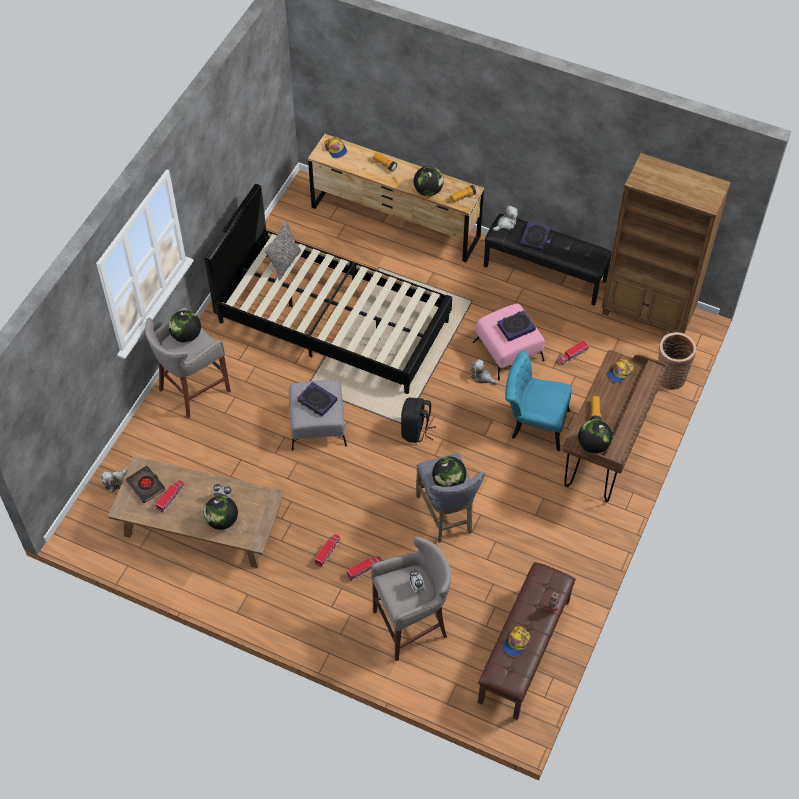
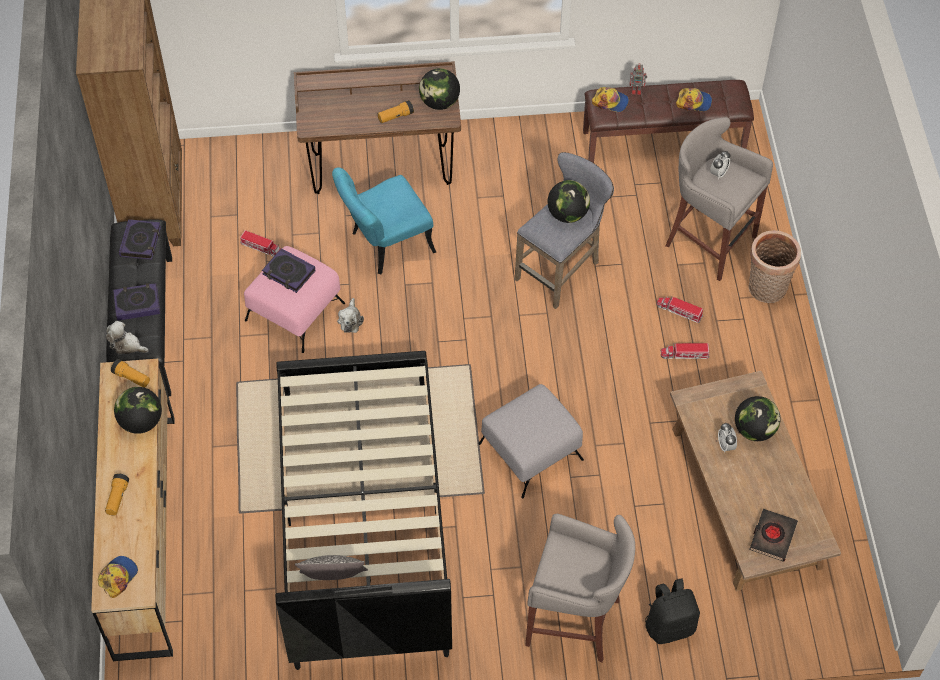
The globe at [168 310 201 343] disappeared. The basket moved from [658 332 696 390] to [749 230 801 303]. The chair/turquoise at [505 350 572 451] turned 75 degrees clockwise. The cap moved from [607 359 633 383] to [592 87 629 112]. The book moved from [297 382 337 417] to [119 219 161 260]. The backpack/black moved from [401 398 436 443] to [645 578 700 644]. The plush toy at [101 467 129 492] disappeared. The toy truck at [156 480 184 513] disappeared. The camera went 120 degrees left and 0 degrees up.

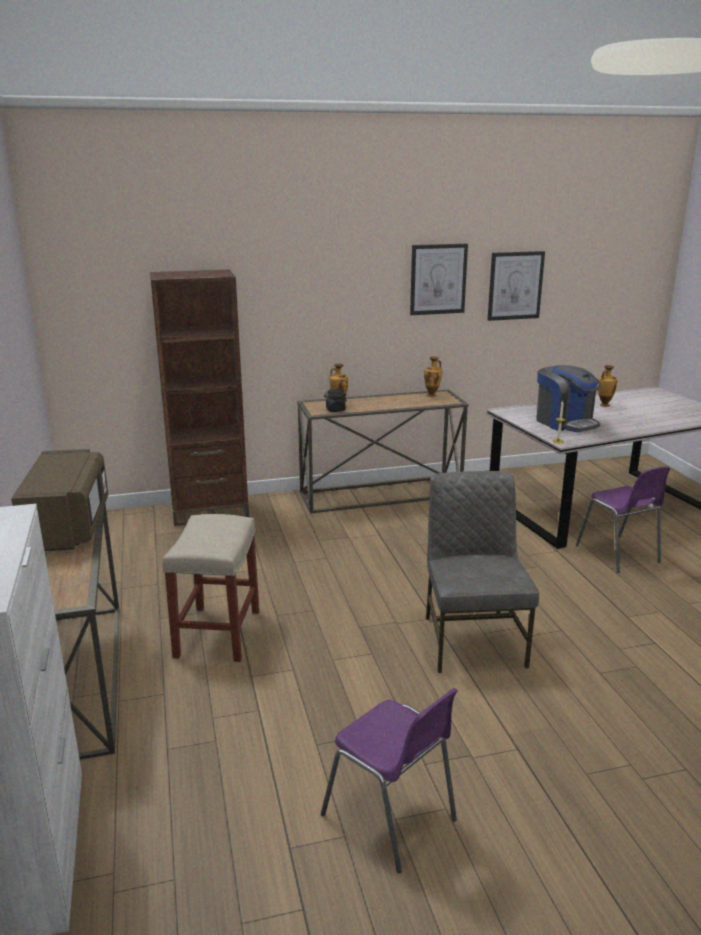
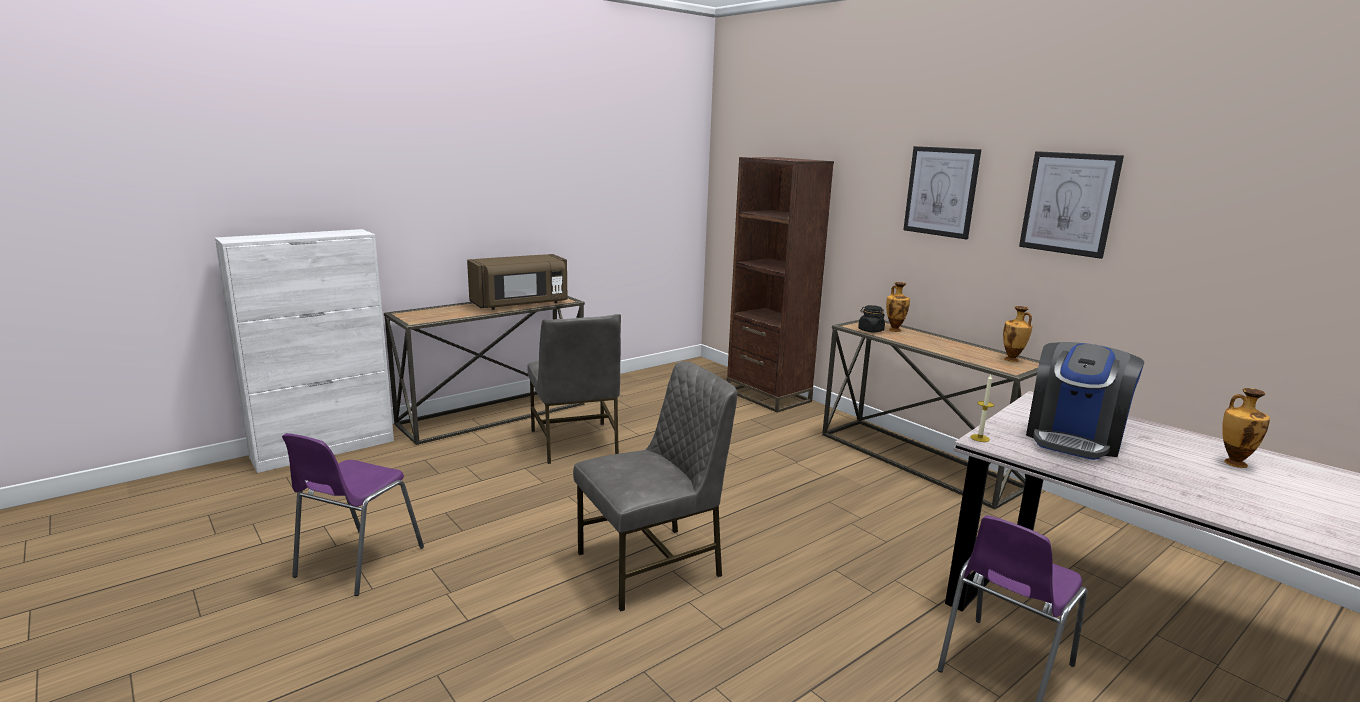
The picture moved from [488 251 545 321] to [903 146 981 239]. The stool/beige at [162 514 260 662] was replaced by the chair/grey at [528 314 621 464]. The camera went 65 degrees right and 5 degrees down.

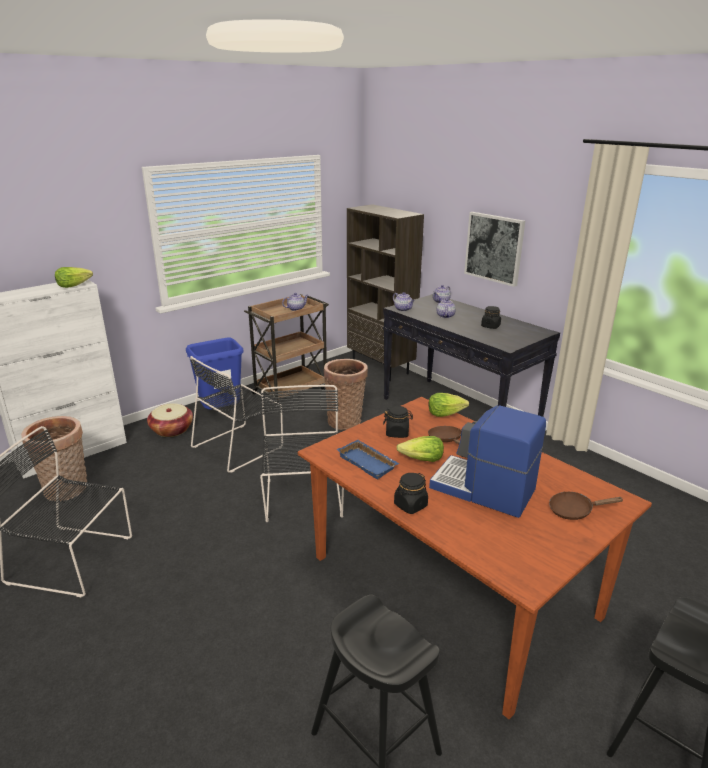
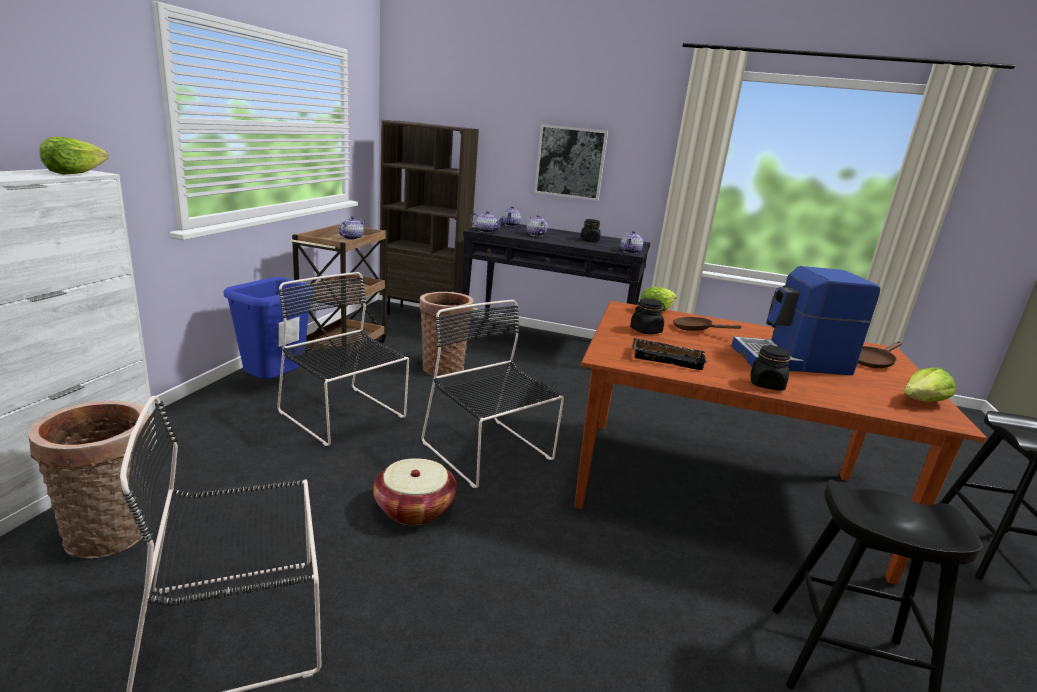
The chair/black at [190 356 283 473] turned 120 degrees clockwise. The basket moved from [147 403 193 437] to [373 458 457 526]. The lettuce moved from [396 436 444 462] to [903 368 956 402]. The tray/blue at [336 440 399 479] became the tray/black at [632 338 707 370]. The teapot at [620 230 643 254] appeared. The camera went 35 degrees left and 5 degrees down.

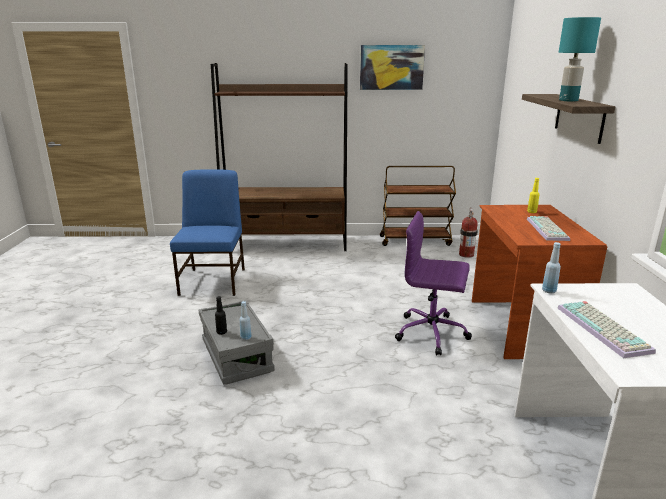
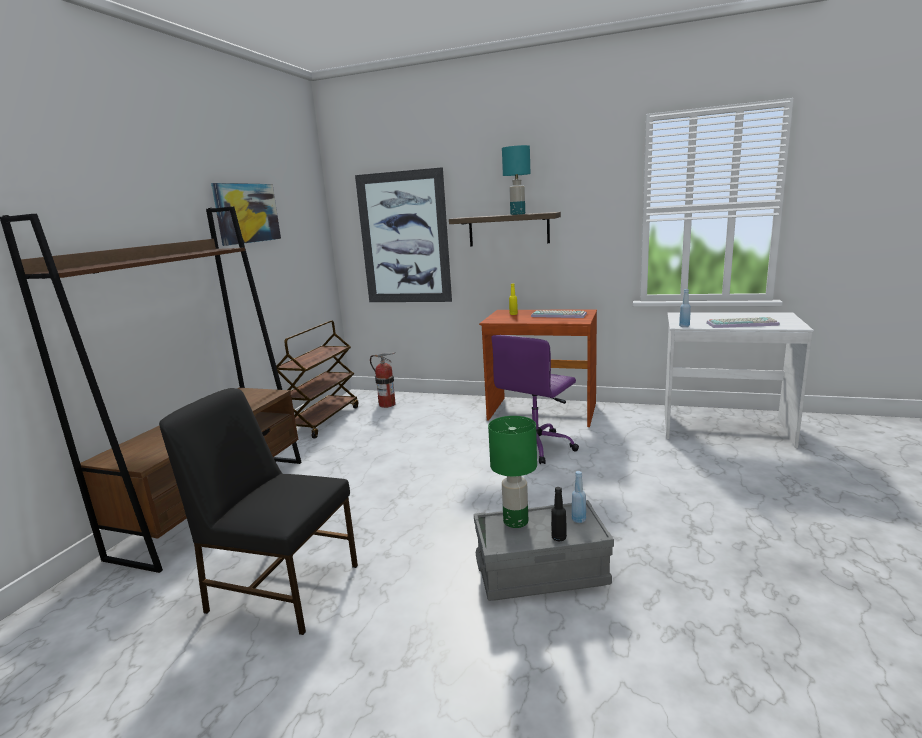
The chair/blue at [170 170 245 296] became the chair/black at [159 388 358 635]. The picture at [355 167 452 302] appeared. The table lamp/green at [488 416 537 528] appeared. The camera went 70 degrees left and 5 degrees down.

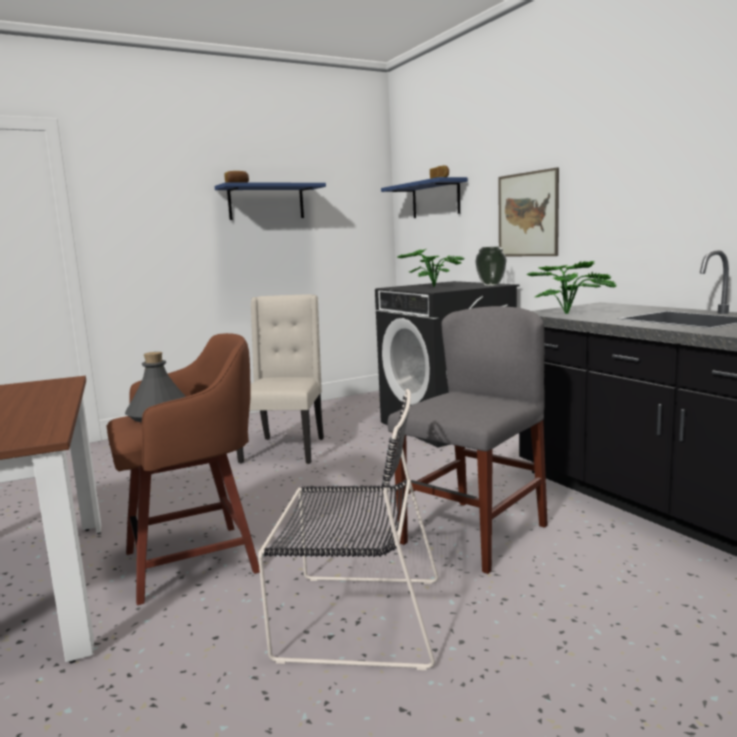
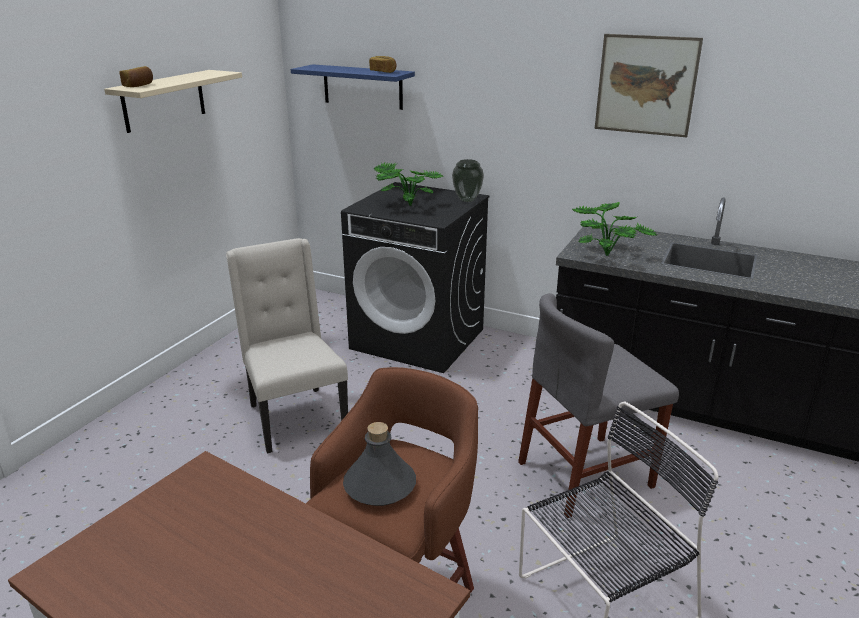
The picture moved from [498 167 559 256] to [595 34 703 137]. The shelf/blue at [215 182 326 220] became the shelf/beige at [104 70 242 133]. The chair/grey at [388 306 548 574] turned 120 degrees counterclockwise. The camera went 35 degrees left and 15 degrees up.

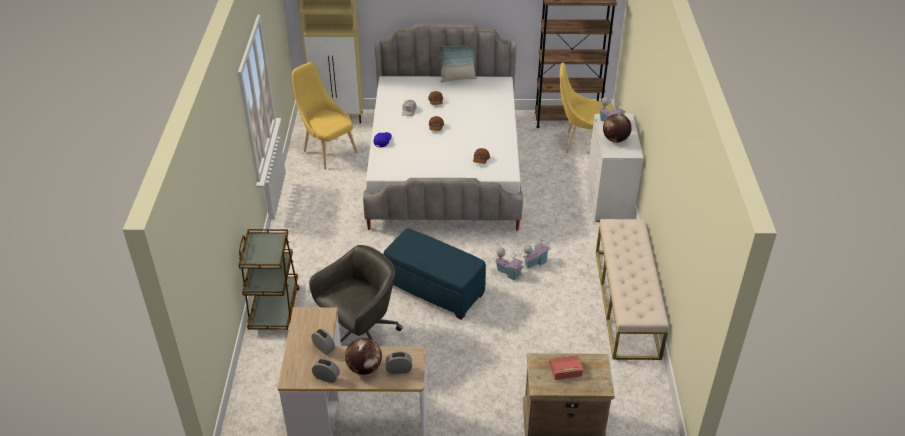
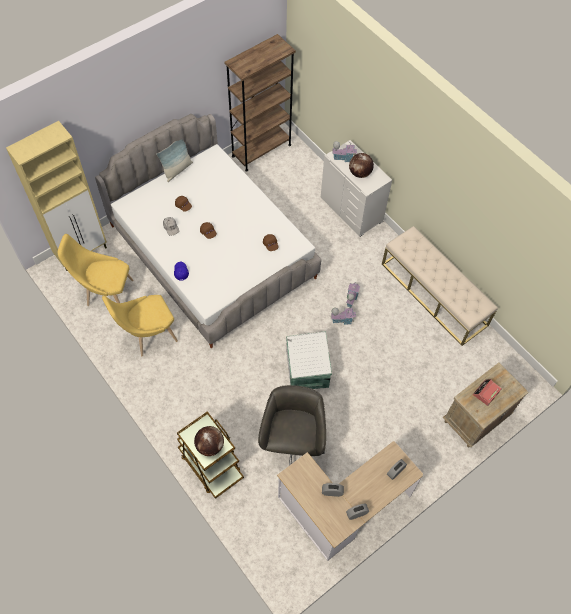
The chair/yellow moved from [560 63 613 153] to [102 295 178 356]. The ottoman/blue at [383 229 486 320] was replaced by the storage box/white at [286 331 332 389]. The globe moved from [345 338 382 375] to [194 426 224 456]. The camera went 40 degrees left and 20 degrees up.

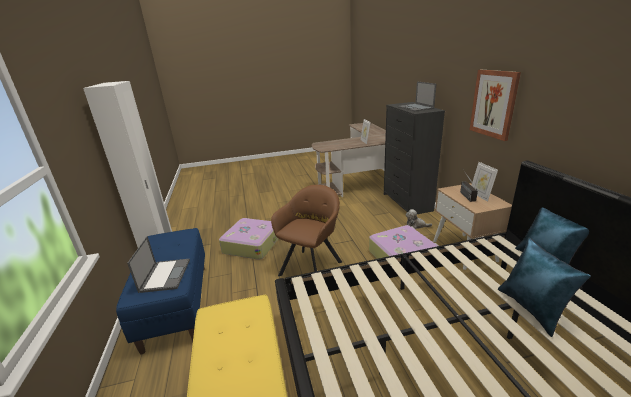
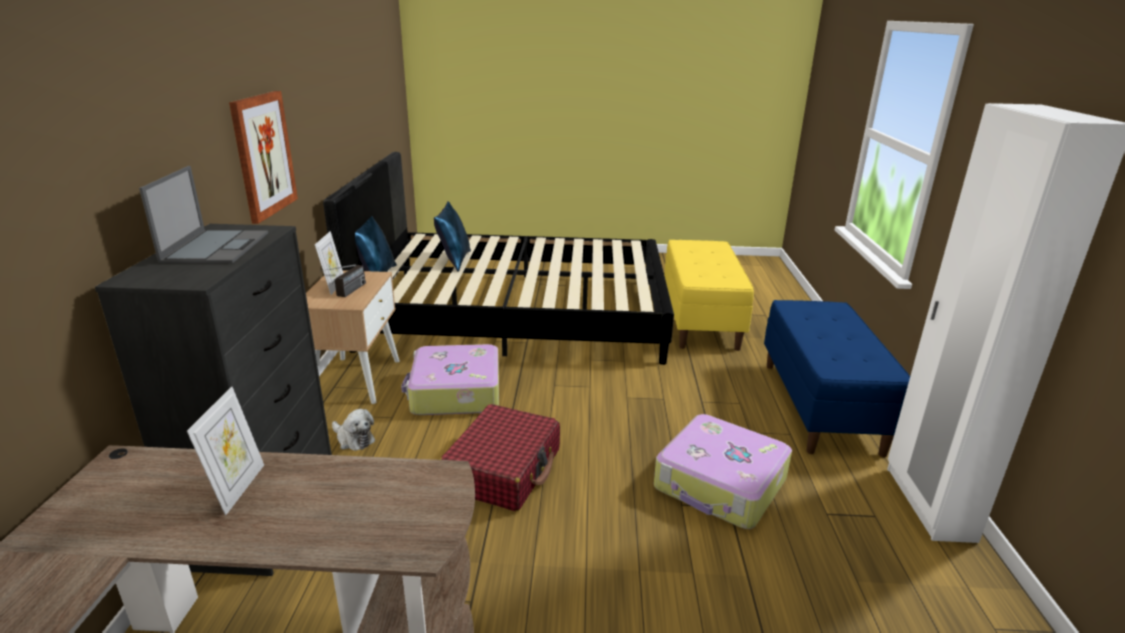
The armchair/brown at [271 185 342 276] disappeared. The laptop at [127 236 190 293] disappeared. The suitcase/red at [440 404 560 511] appeared. The camera went 165 degrees left and 0 degrees up.

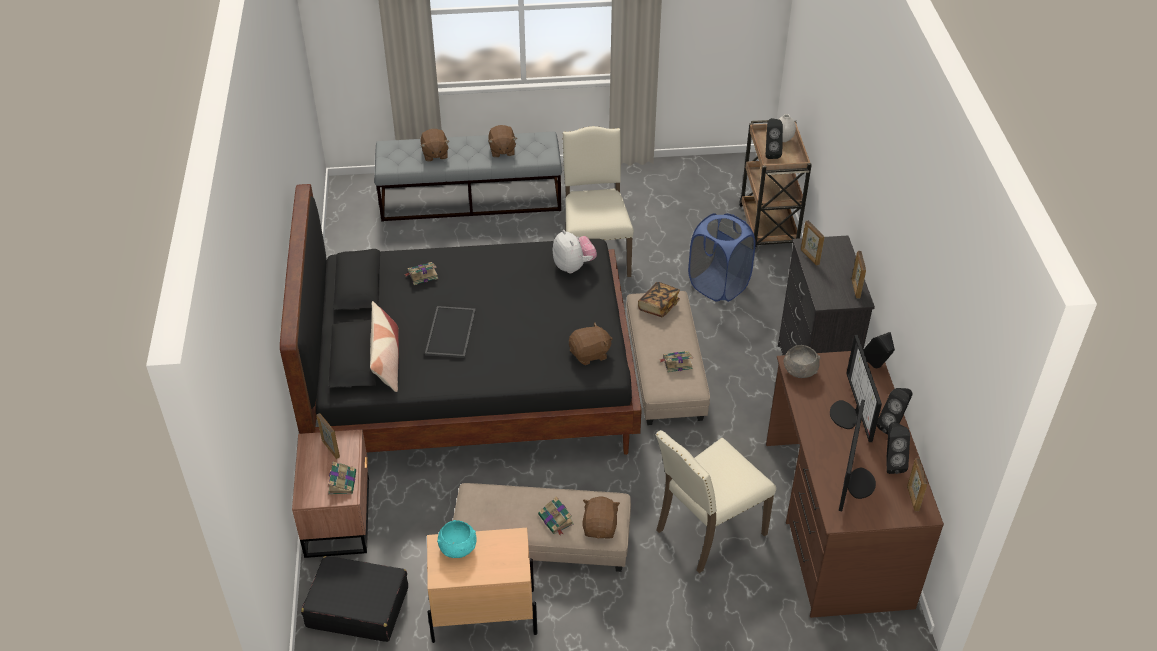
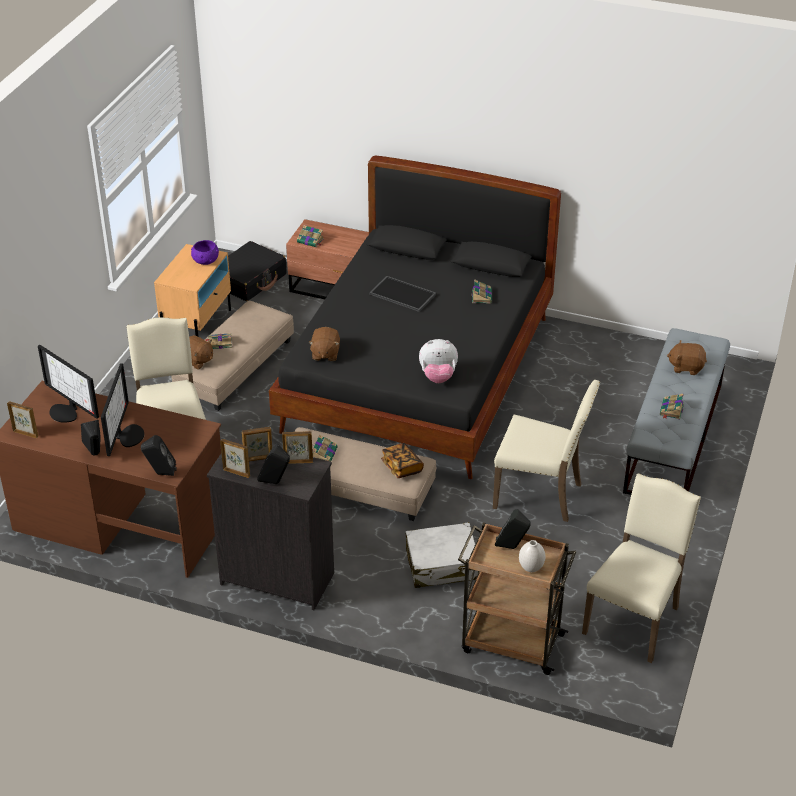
The plush toy/brown at [488 125 517 157] was replaced by the book at [660 394 684 419]. The laundry basket/blue at [688 213 756 302] was replaced by the suitcase/white at [406 522 479 588]. The pillow at [370 301 399 392] disappeared. The monitor at [830 335 882 442] turned 75 degrees clockwise. The bowl/grey at [784 345 820 378] disappeared. The picture frame moved from [316 413 340 459] to [242 427 272 461]. The speaker/black moved from [886 422 910 474] to [257 444 290 484]. The bowl/turquoise at [437 520 477 558] became the bowl/purple at [191 240 219 265]. The chair/beige at [582 474 701 663] appeared. The camera went 115 degrees right and 5 degrees down.

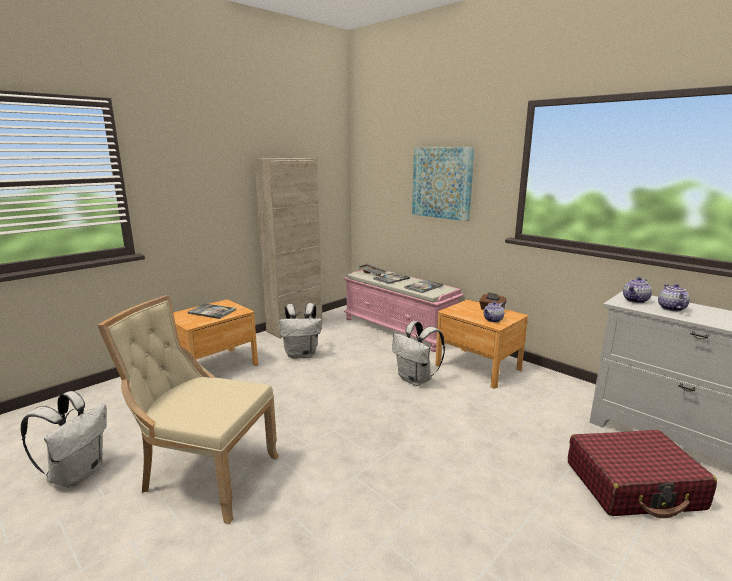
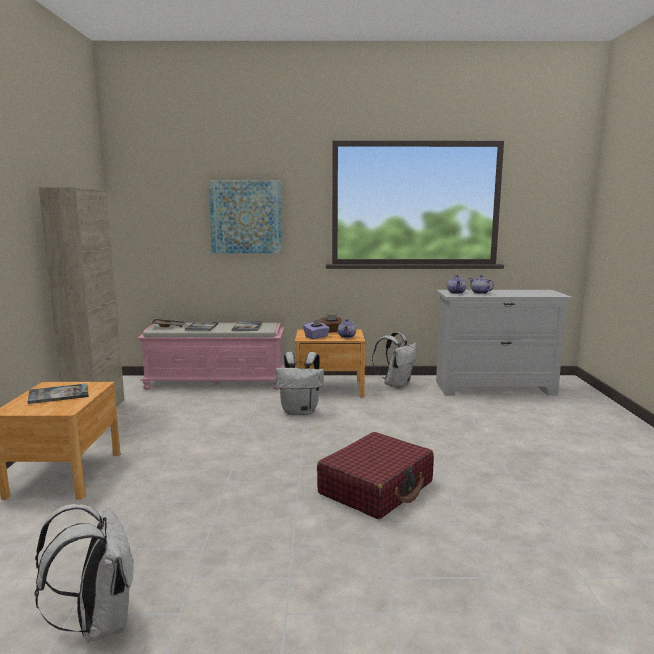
The chair/beige at [98 295 279 524] disappeared. The backpack/white moved from [279 303 322 359] to [372 332 417 389]. The suitcase/red moved from [568 430 717 518] to [317 432 434 519]. The tissue box/purple at [303 319 330 339] appeared. The camera went 45 degrees left and 5 degrees down.

